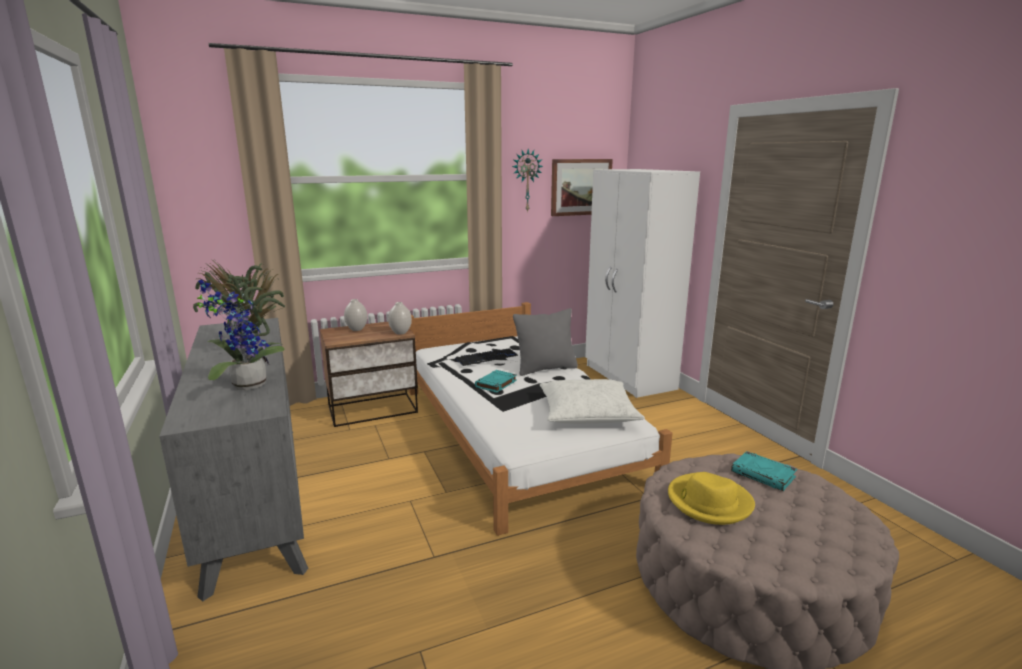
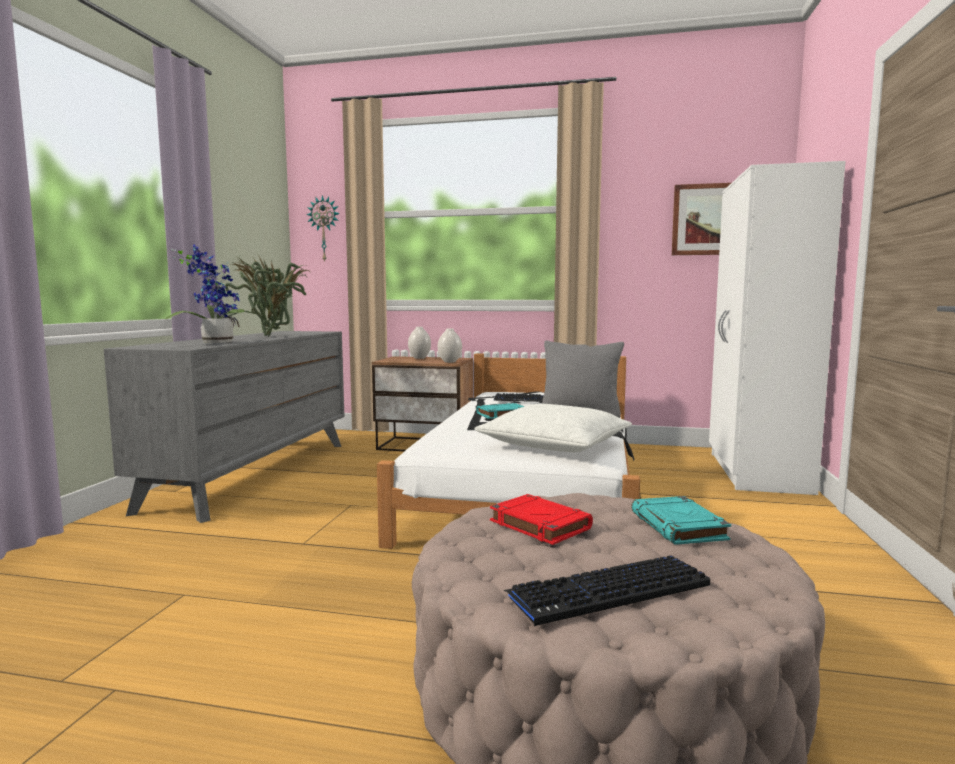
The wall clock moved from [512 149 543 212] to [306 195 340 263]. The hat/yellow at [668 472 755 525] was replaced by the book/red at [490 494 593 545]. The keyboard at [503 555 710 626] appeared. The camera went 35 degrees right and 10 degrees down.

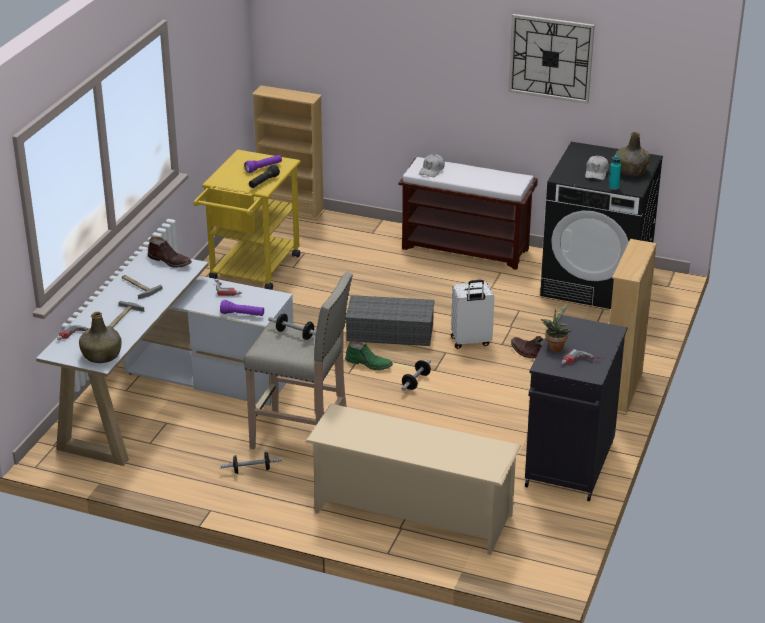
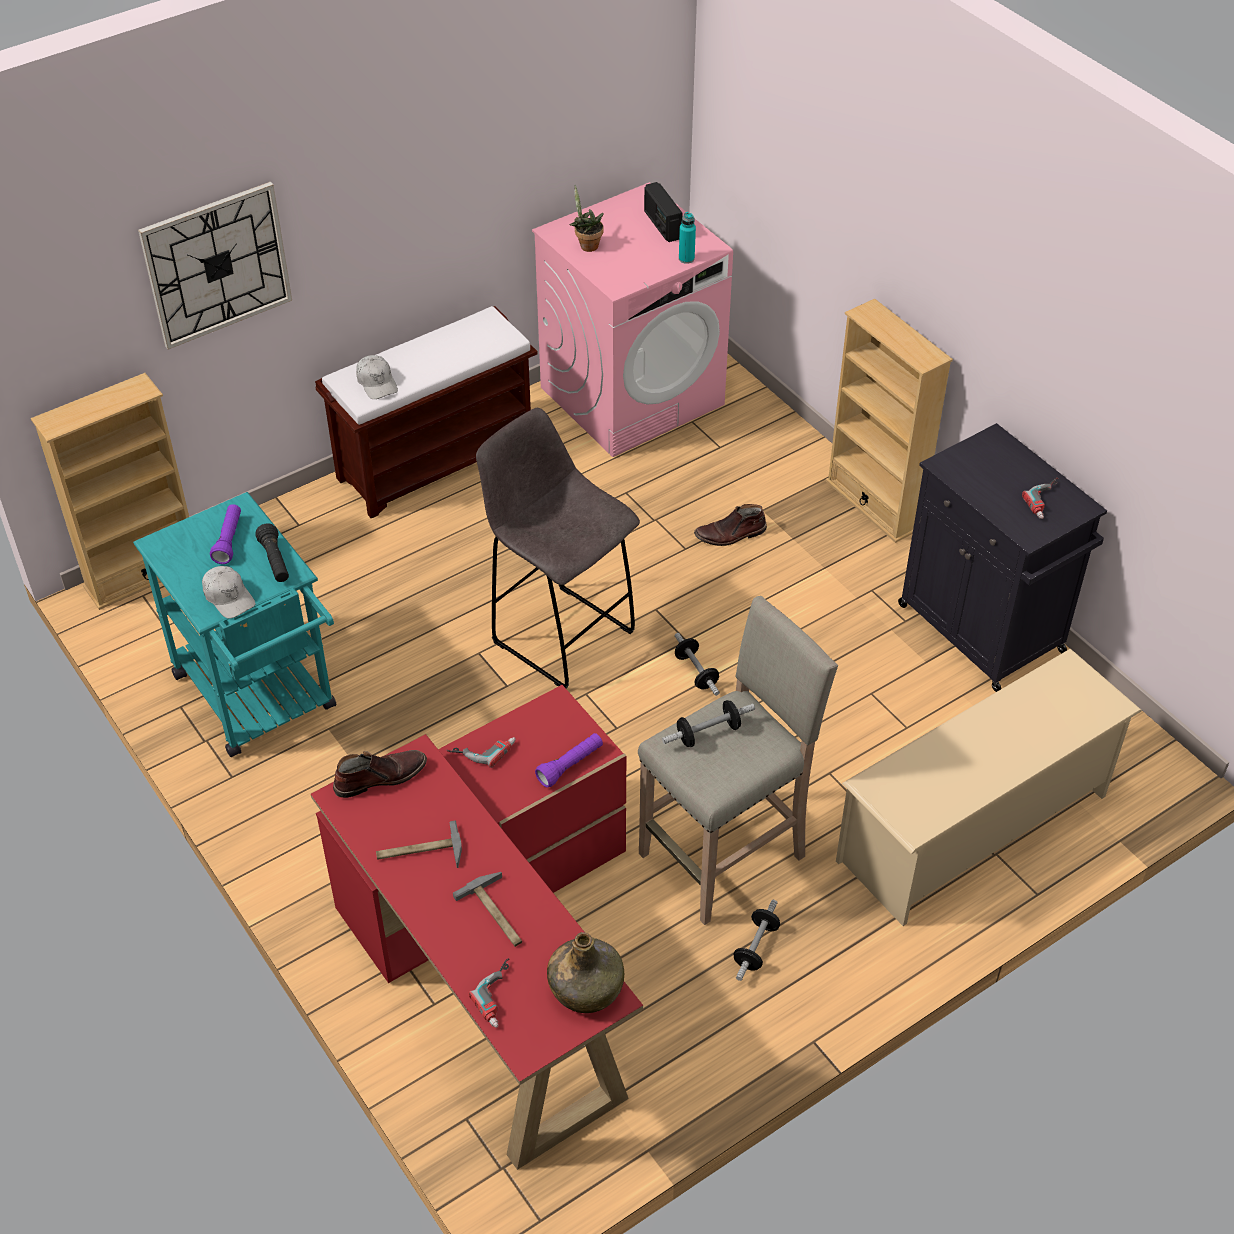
The wall clock moved from [508 14 595 104] to [138 182 292 349]. The bottle/green at [615 132 651 177] was replaced by the radio at [644 182 683 242]. The washing machine/black at [540 142 663 309] became the washing machine/pink at [532 182 733 457]. The cart/yellow at [194 150 301 290] became the cart/turquoise at [133 492 336 757]. The cap/white moved from [585 156 609 180] to [202 566 255 619]. The desk/white at [36 250 293 466] became the desk/red at [311 685 643 1170]. The suitcase/white at [451 280 494 349] disappeared. The storage box/grey at [345 295 434 346] was replaced by the stool/grey at [476 408 640 689]. The potted plant moved from [540 301 571 352] to [569 185 604 252]. The boot/green at [345 341 393 370] disappeared. The camera went 55 degrees left and 15 degrees up.

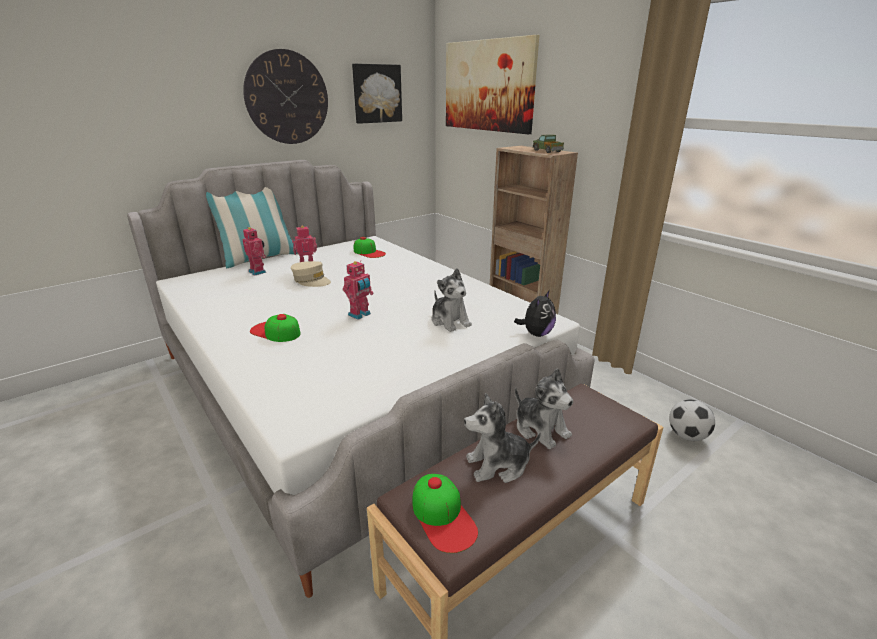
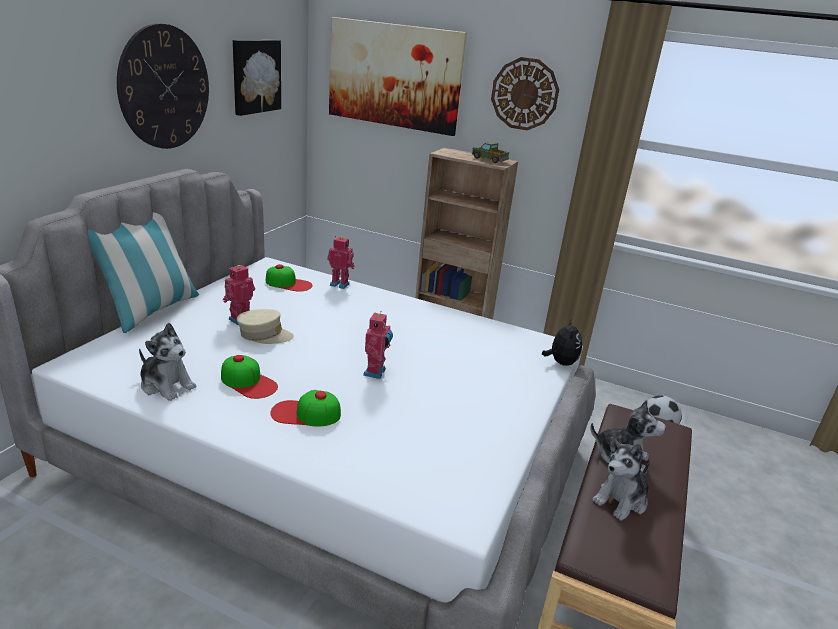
The toy robot moved from [243 227 266 276] to [327 236 355 289]. The plush toy moved from [431 268 472 332] to [139 323 196 401]. The cap moved from [412 474 478 553] to [221 355 278 399]. The wall clock at [491 57 559 130] appeared. The camera went 30 degrees left and 0 degrees up.

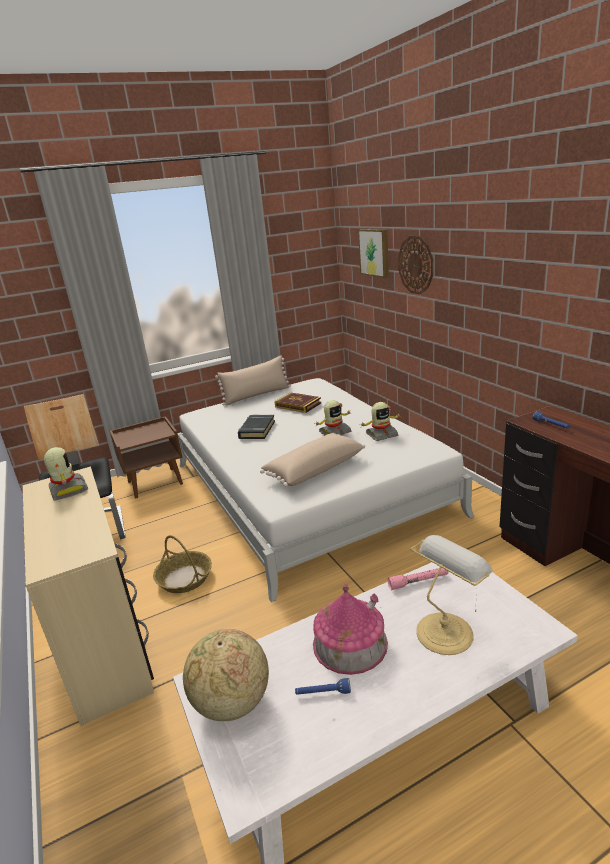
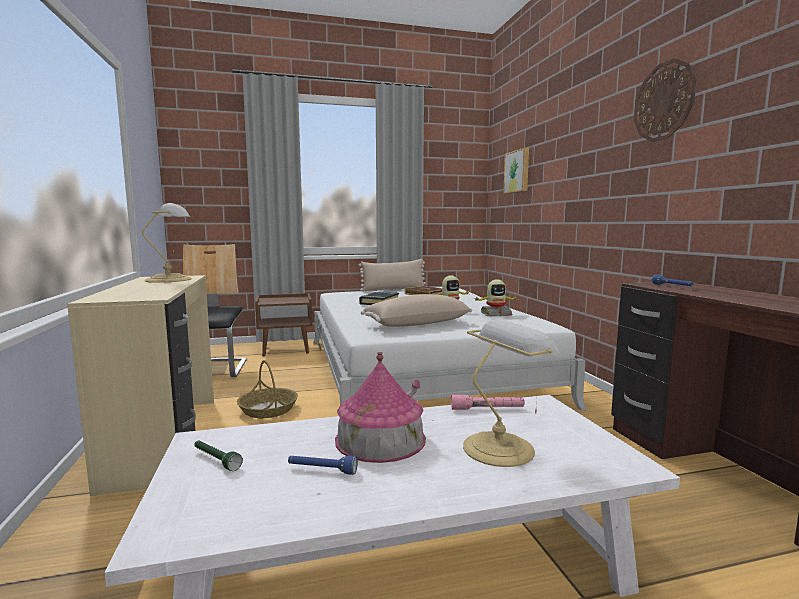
The wall clock moved from [398 236 433 294] to [634 58 696 142]. The toy robot at [44 447 88 501] was replaced by the table lamp at [142 203 191 283]. The globe at [183 629 269 721] was replaced by the flashlight/green at [194 440 243 471]. The camera went 10 degrees right and 15 degrees down.

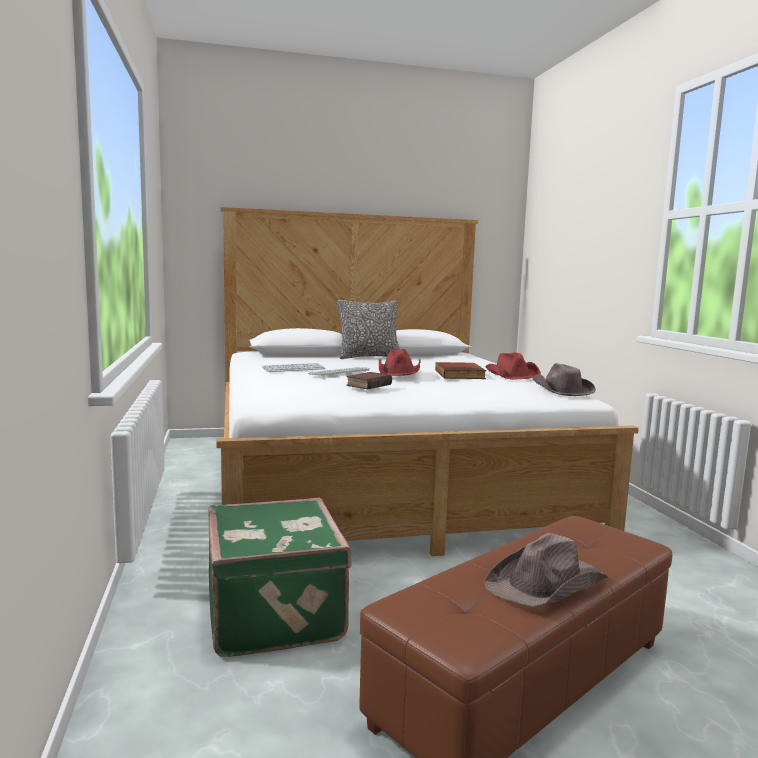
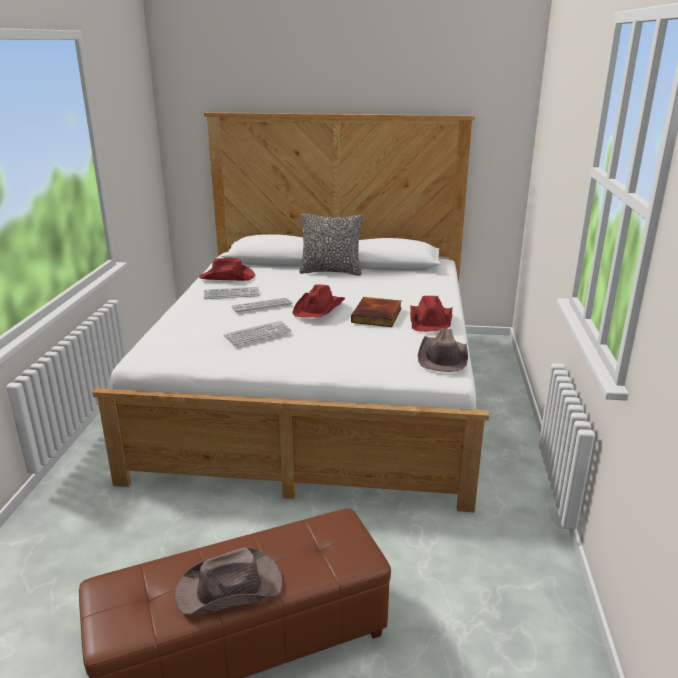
The book at [346 372 392 389] was replaced by the keyboard at [224 321 291 345]. The suitcase/green at [208 498 352 657] disappeared. The hat/red at [199 258 255 281] appeared. The camera went 20 degrees right and 15 degrees up.

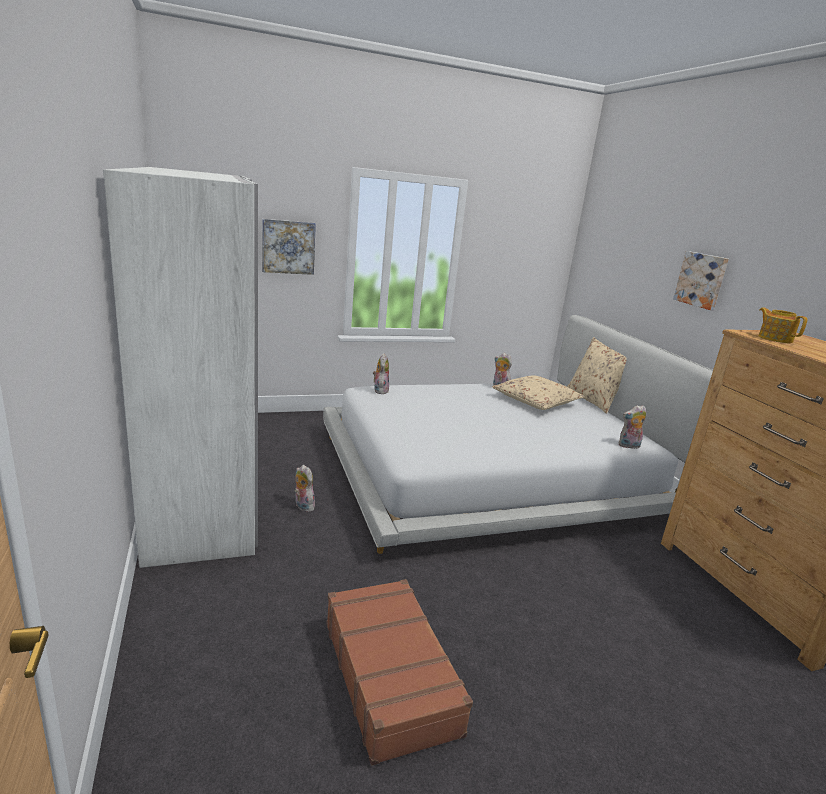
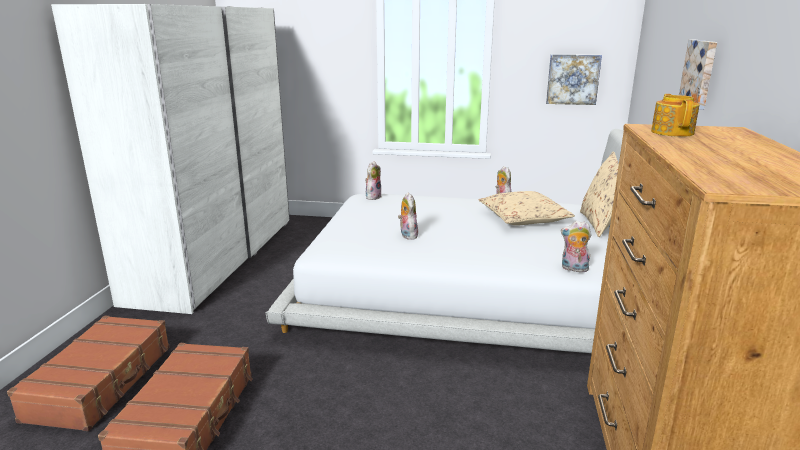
The picture moved from [262 219 316 275] to [546 54 602 105]. The plush toy moved from [295 465 315 512] to [398 192 418 240]. The suitcase/brown at [7 316 170 431] appeared. The camera went 30 degrees right and 0 degrees up.

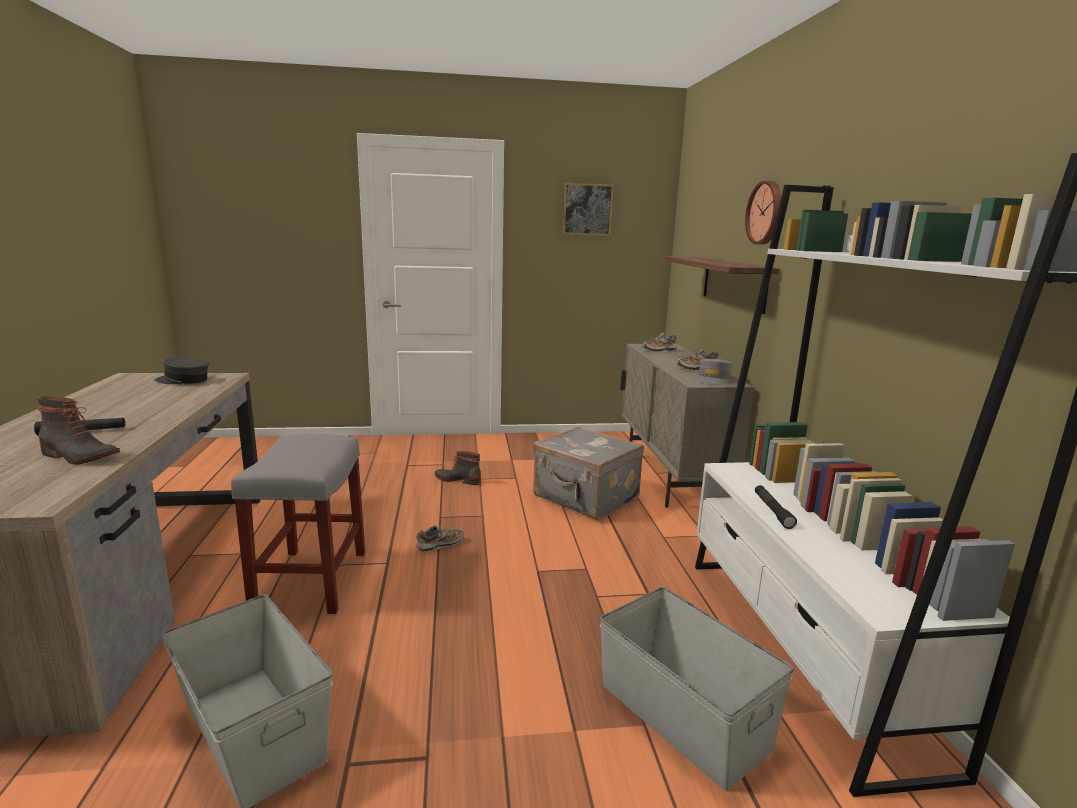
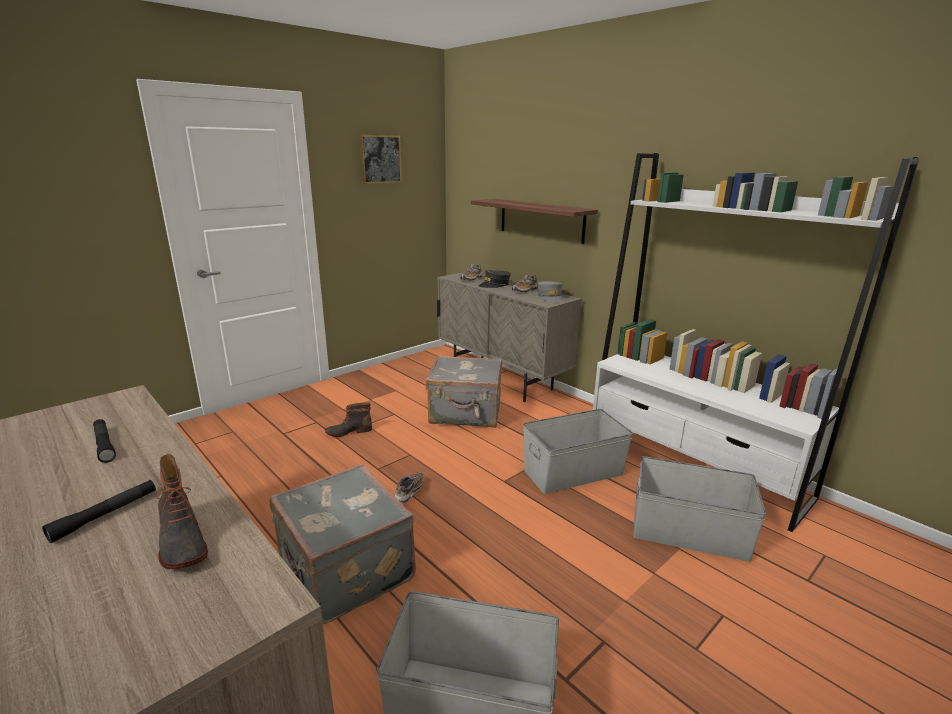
The wall clock at [745 181 782 245] disappeared. The cap/grey moved from [154 356 209 384] to [478 270 511 288]. The boot at [37 396 120 465] turned 75 degrees clockwise. The stool/grey at [231 434 365 614] was replaced by the suitcase/grey at [269 464 416 624]. The flashlight/black moved from [755 485 797 529] to [93 419 116 463]. The storage box/grey at [523 409 633 494] appeared. The camera went 35 degrees left and 5 degrees up.

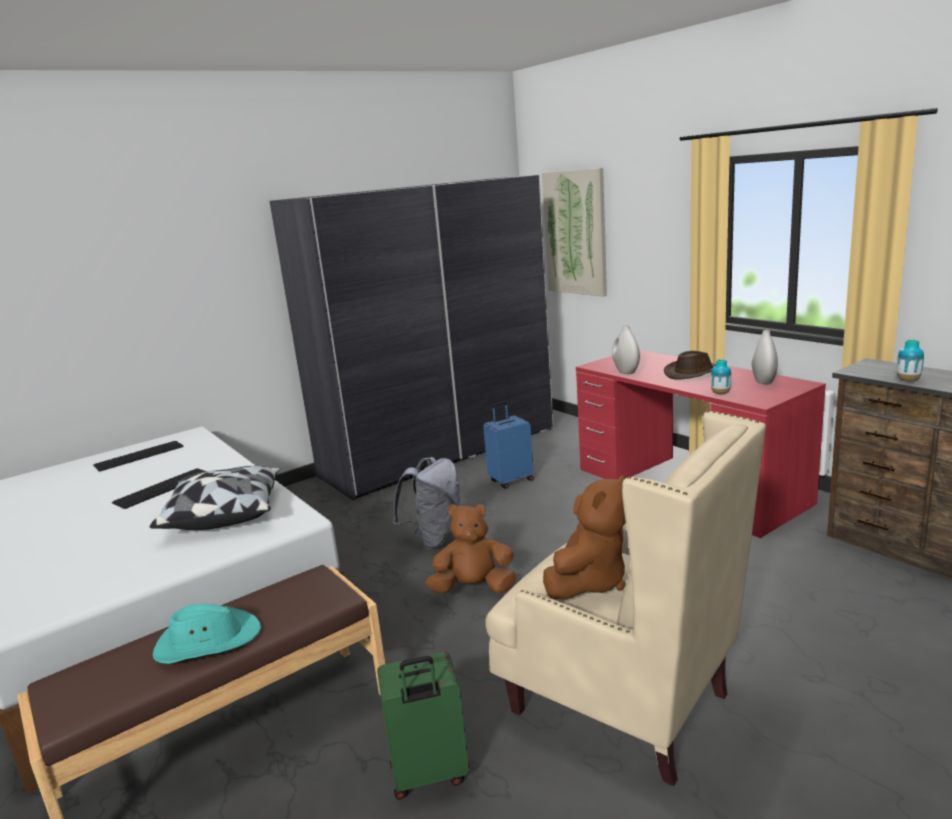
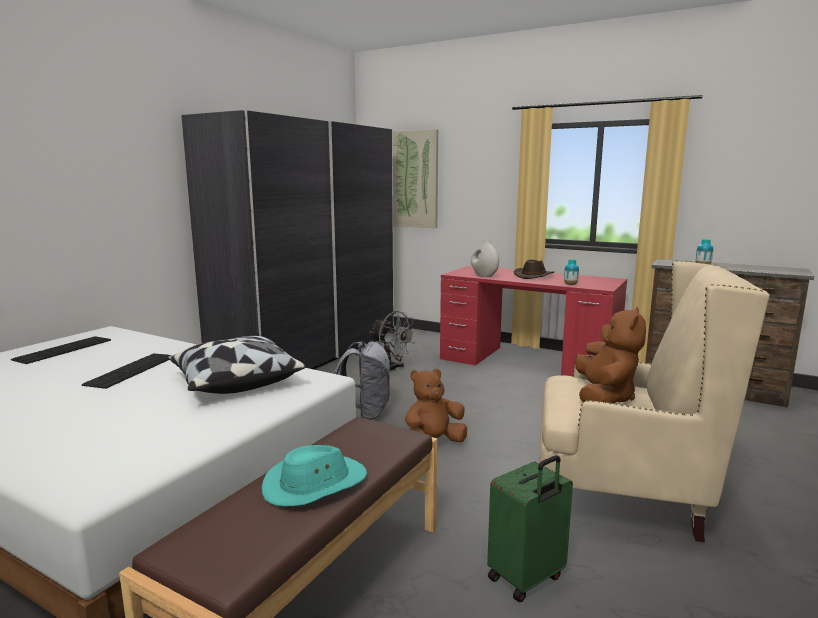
The vase/white at [751 330 778 384] disappeared. The suitcase/blue at [483 401 534 488] was replaced by the fan/grey at [370 311 417 371]. The camera went 25 degrees left and 5 degrees down.

